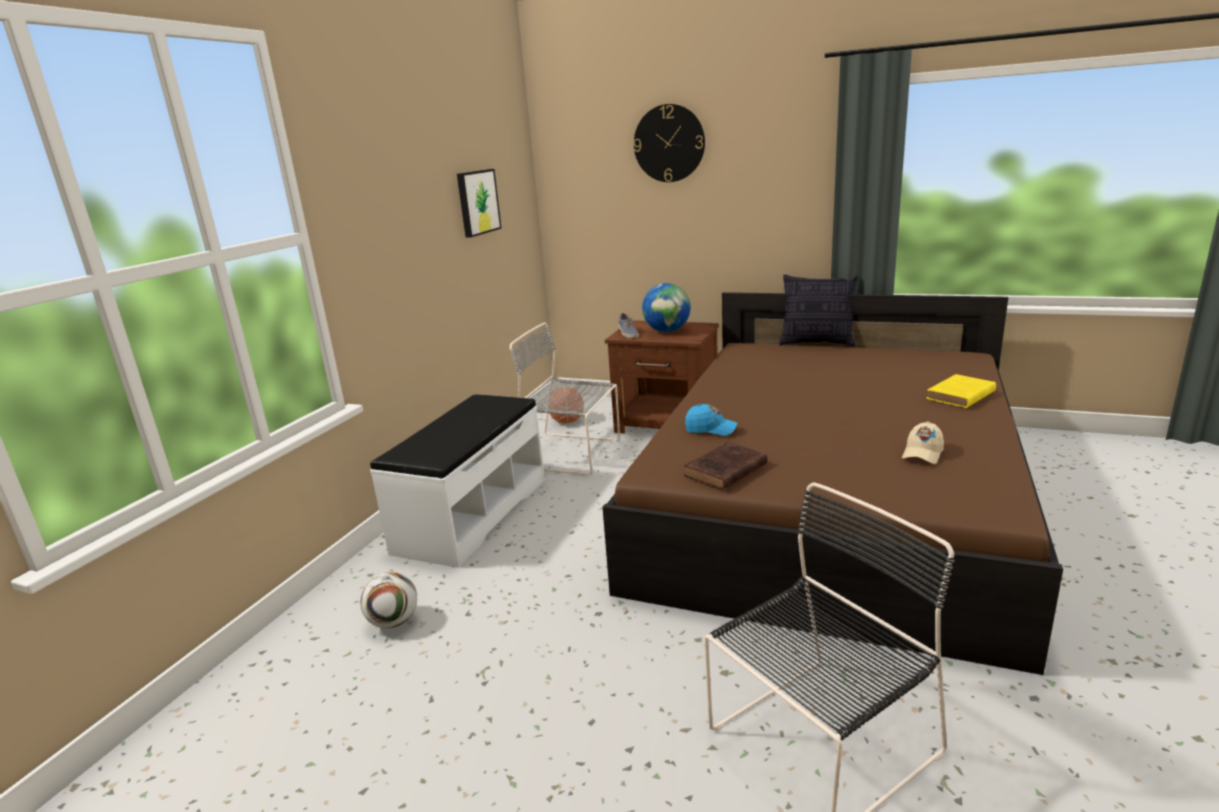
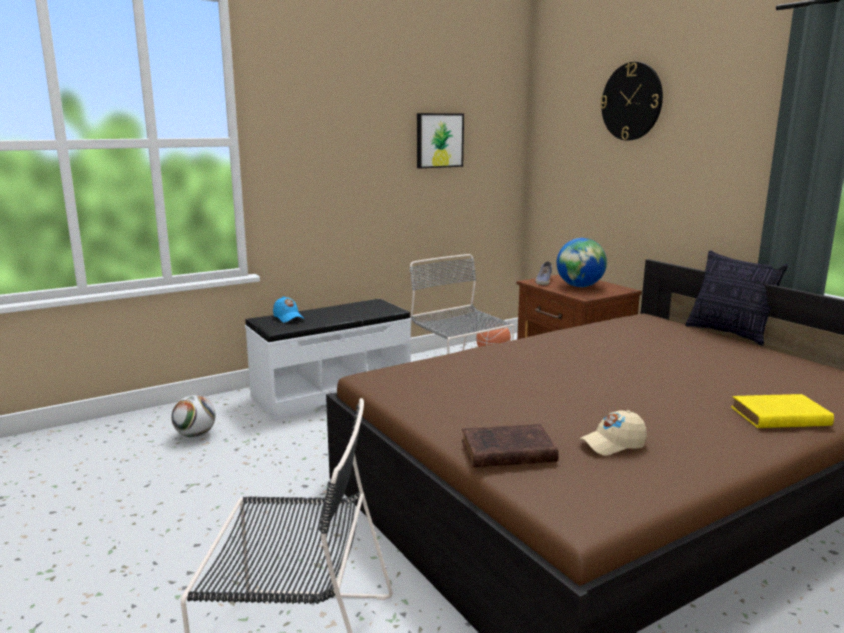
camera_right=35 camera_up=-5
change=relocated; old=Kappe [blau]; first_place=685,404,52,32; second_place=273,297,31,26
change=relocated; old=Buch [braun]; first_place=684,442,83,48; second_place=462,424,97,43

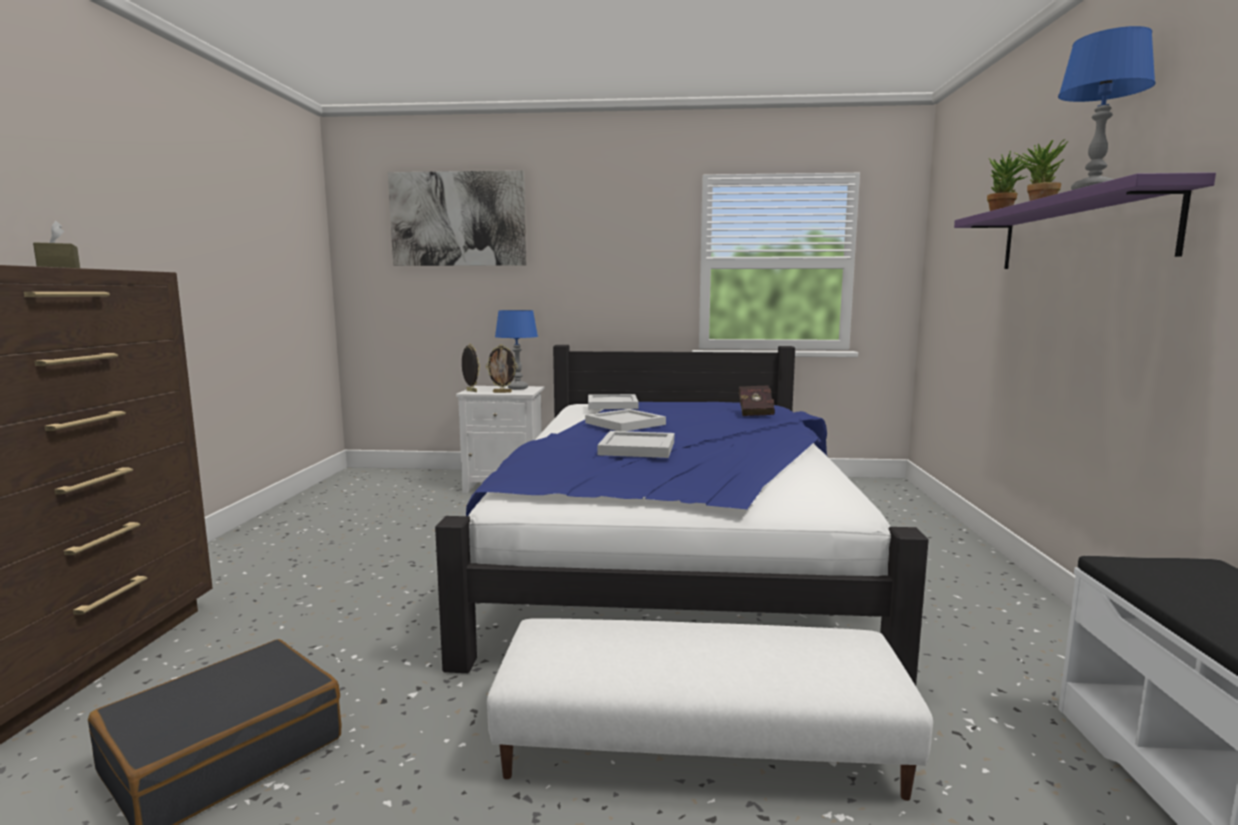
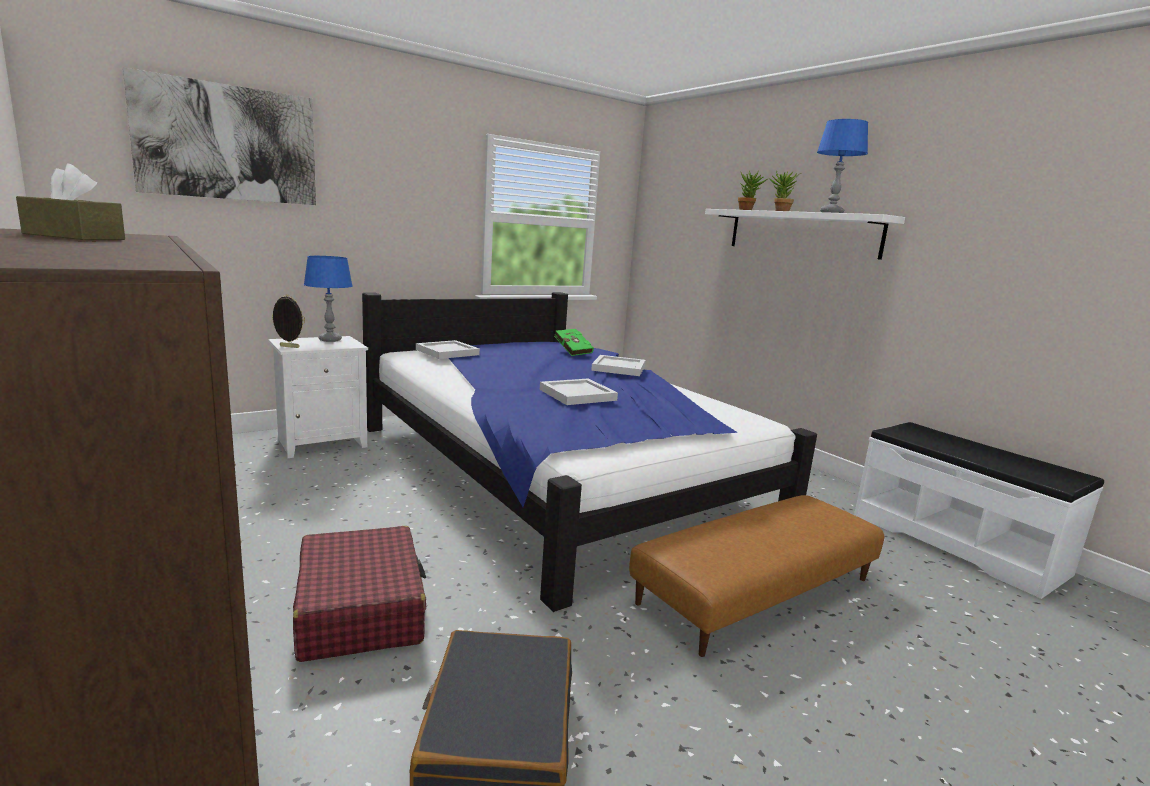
camera_right=-40 camera_up=5
change=appeared; new=Koffer [rot]; second_place=293,526,133,136
change=colour; old=Buch [rot]; new=Buch [grün]; first_place=739,385,36,31; second_place=554,329,40,27
change=relocated; old=Tablett [weiß]; first_place=585,409,81,22; second_place=591,355,55,21
change=colour; old=Polsterhocker [weiß]; new=Polsterhocker [braun]; first_place=487,618,446,183; second_place=629,495,255,162
change=colour; old=Wandregal [lila]; new=Wandregal [weiß]; first_place=954,172,262,97; second_place=705,209,200,51
change=missing; old=Bilderrahmen; first_place=486,344,32,49

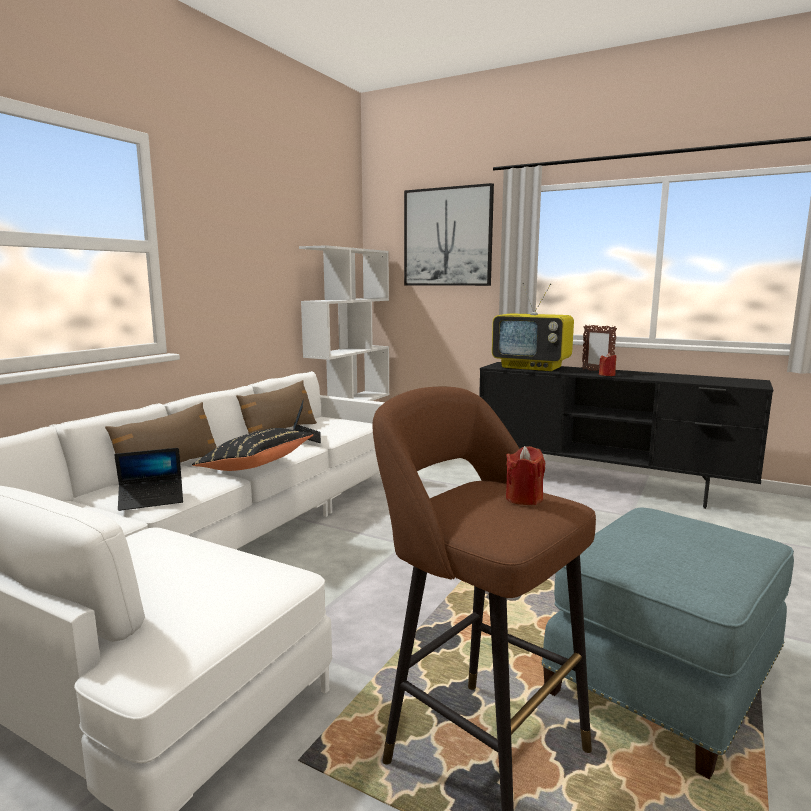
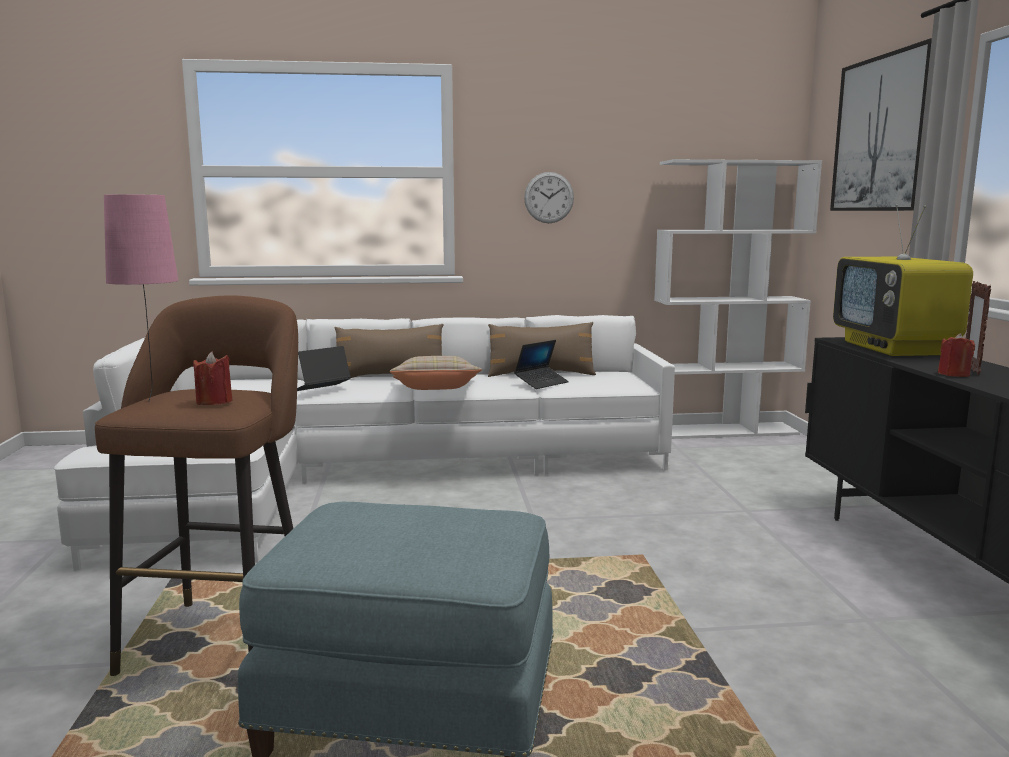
camera_right=55 camera_up=0
change=appeared; new=Tischlampe [rosa]; second_place=104,194,74,208
change=spun; old=Laptop; first_place=114,448,69,63; second_place=297,346,54,45; degrees=105
change=colour; old=Kissen [schwarz]; new=Kissen [beige]; first_place=192,428,122,43; second_place=390,356,92,34
change=appeared; new=Wanduhr; second_place=524,172,50,51

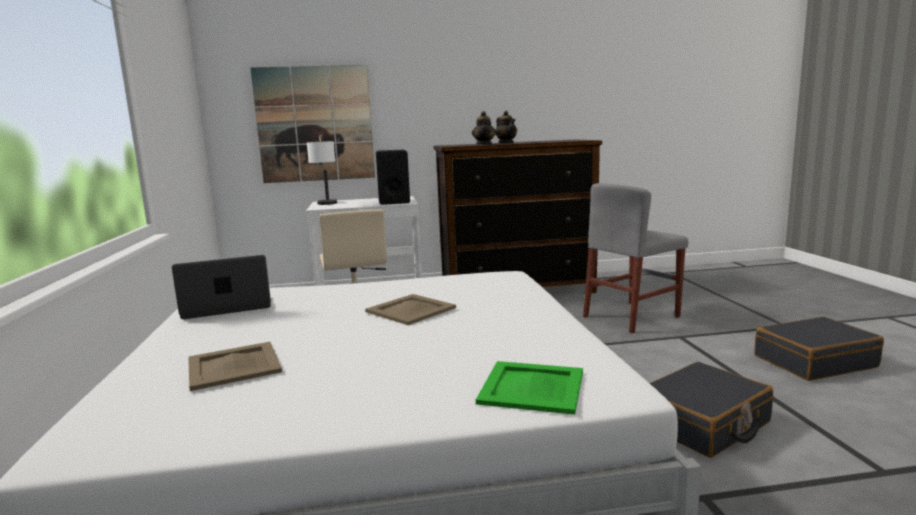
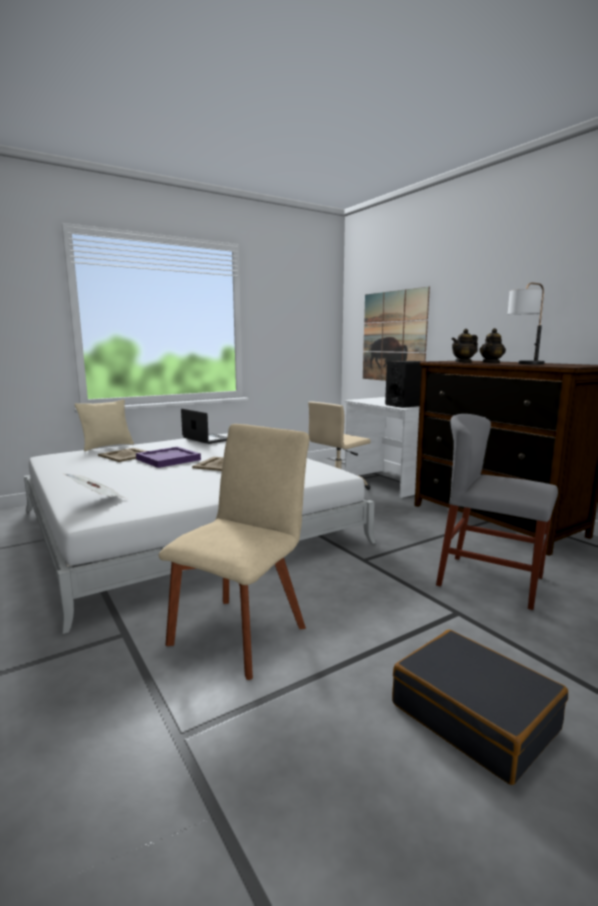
camera_right=65 camera_up=0
change=exchanged; old=Tablett [grün]; new=Zeitung; first_place=476,361,107,54; second_place=64,474,64,25
change=appeared; new=Kissen [beige]; second_place=75,399,59,52
change=appeared; new=Tablett [lila]; second_place=136,447,65,21
change=exchanged; old=Koffer [schwarz]; new=Stuhl [beige]; first_place=650,362,123,96; second_place=158,424,152,256
change=relocated; old=Tischlampe; first_place=307,134,30,71; second_place=508,283,37,81

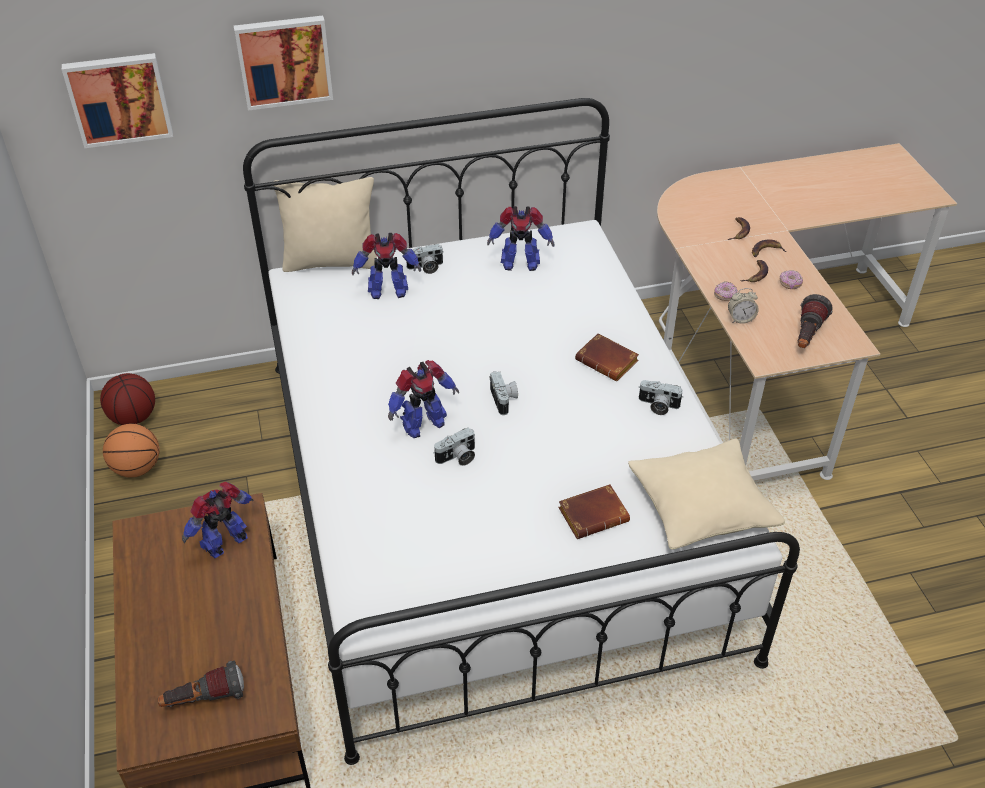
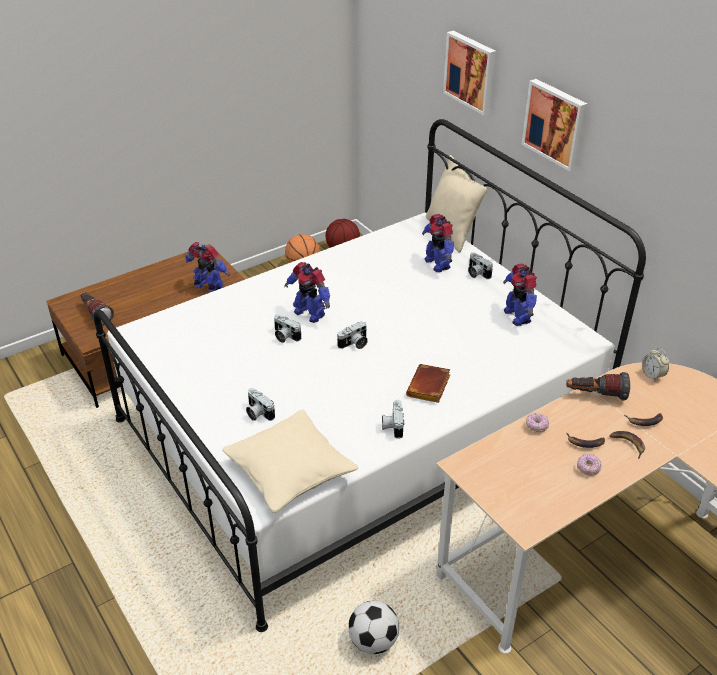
camera_right=70 camera_up=-5
change=exchanged; old=Buch [braun]; new=Kamera; first_place=558,484,72,55; second_place=246,388,29,33
change=appeared; new=Fußball; second_place=348,600,51,54
change=relocated; old=Bild; first_place=62,53,111,95; second_place=522,79,65,93
change=relocated; old=Taschenlampe; first_place=797,294,35,54; second_place=566,372,65,29
change=relocated; old=Wecker; first_place=728,288,31,36; second_place=642,348,27,33

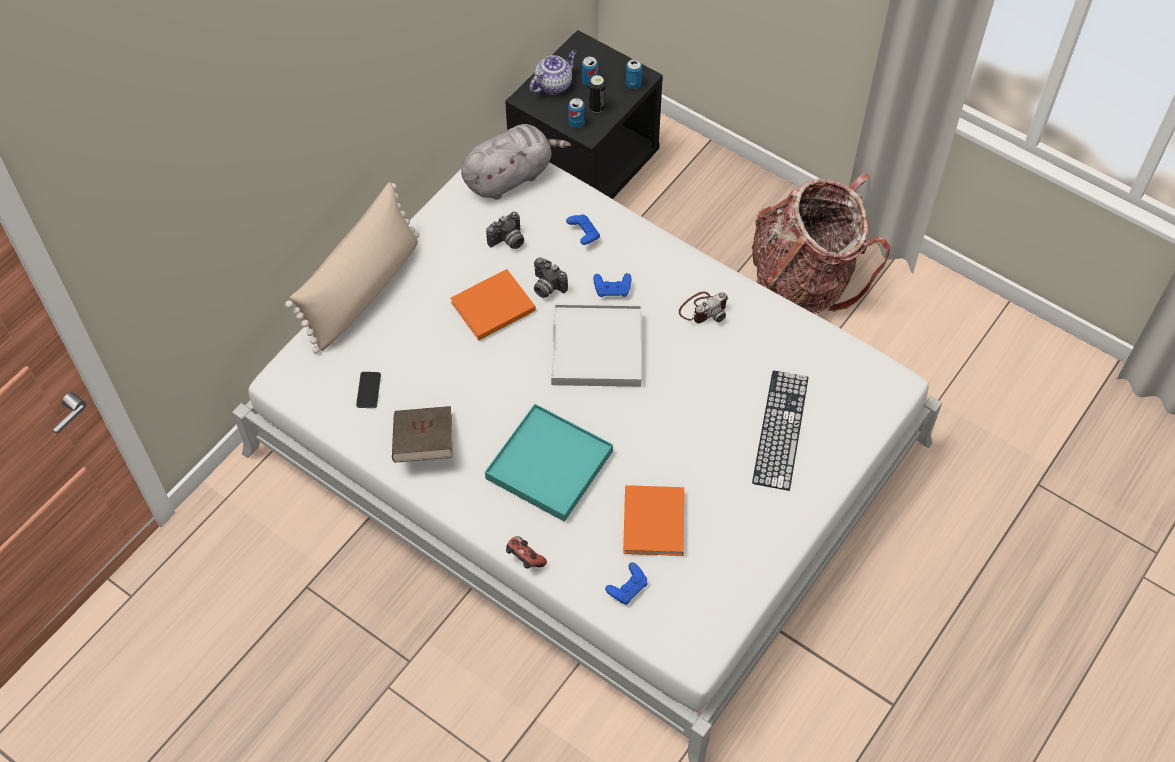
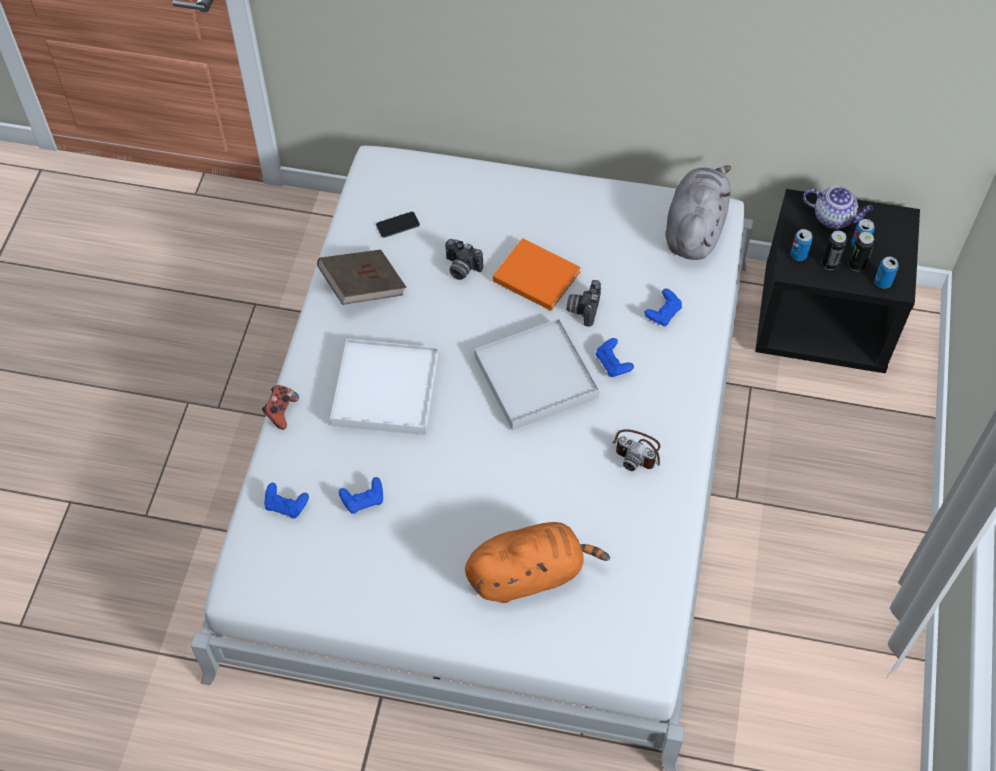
camera_right=65 camera_up=0
change=colour; old=Tablett [türkis]; new=Tablett [weiß]; first_place=485,404,128,118; second_place=330,339,110,96
change=exchanged; old=Buch [orange]; new=Gamepad [blau]; first_place=623,485,61,71; second_place=339,477,44,37
change=relocated; old=Kamera; first_place=486,212,38,37; second_place=445,239,38,41
change=exchanged; old=Tastatur; new=Plüschtier [orange]; first_place=752,371,57,120; second_place=465,522,145,81
change=spun; old=Plüschtier [grau]; first_place=461,124,110,76; second_place=665,166,67,94; degrees=-105
change=appeared; new=Dose; second_place=848,232,27,39
change=missing; old=Kissen [beige]; first_place=285,182,134,172
change=missing; old=Rucksack; first_place=752,173,139,141

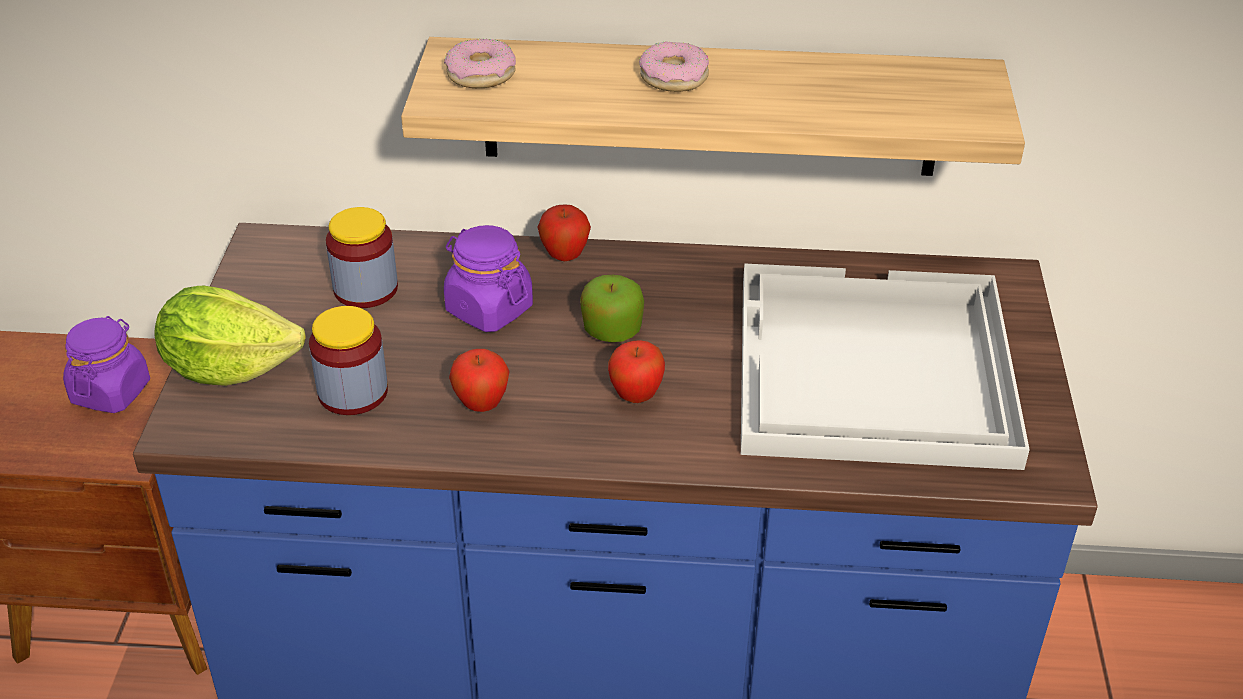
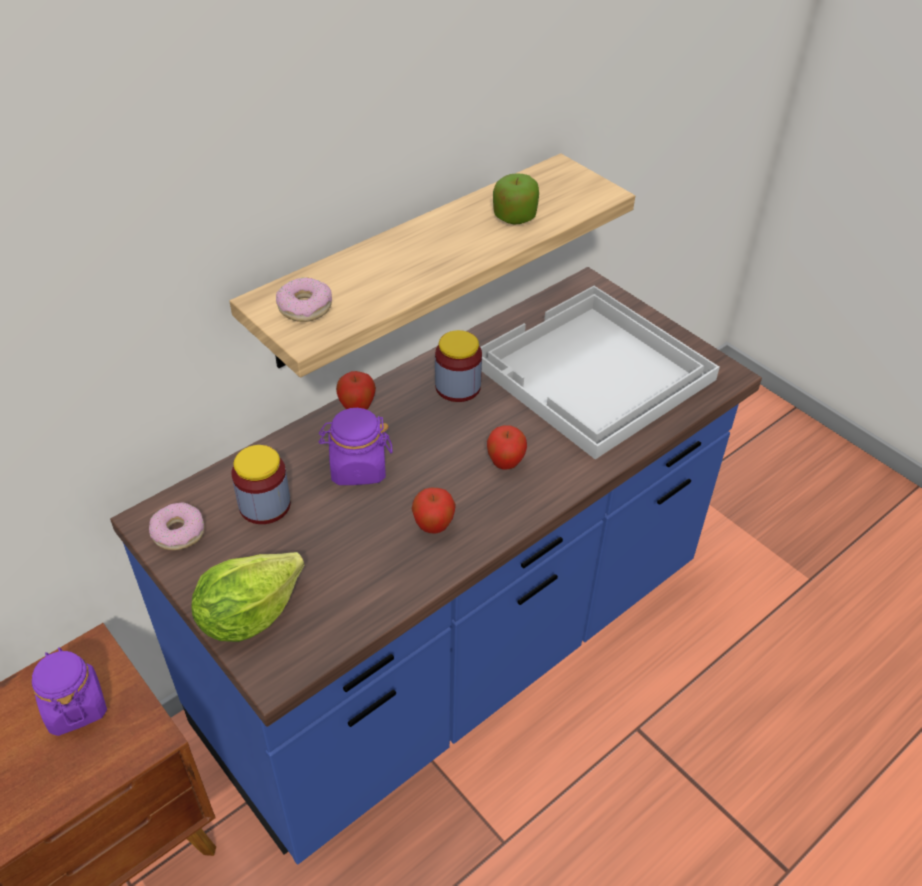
camera_right=-45 camera_up=5
change=relocated; old=Donut; first_place=639,42,70,50; second_place=149,502,56,48
change=relocated; old=Vorratsglas; first_place=309,306,79,109; second_place=435,330,47,72
change=relocated; old=Apfel; first_place=580,275,64,67; second_place=493,173,46,51

